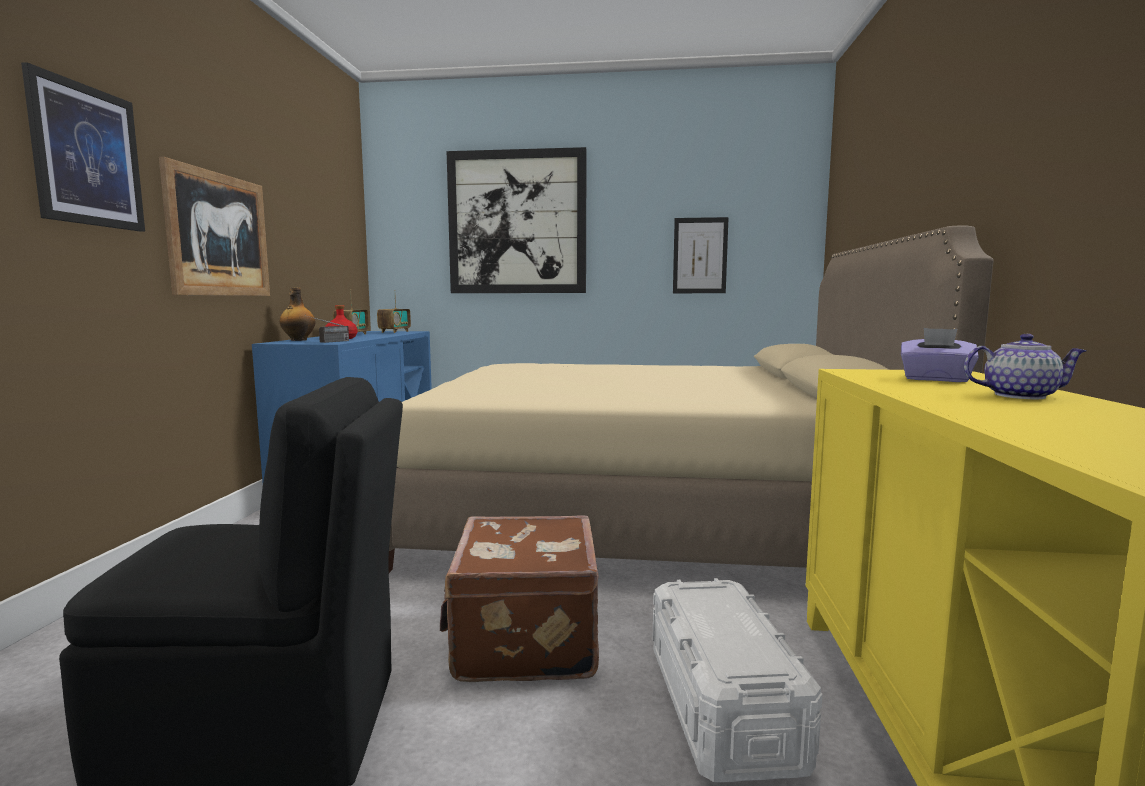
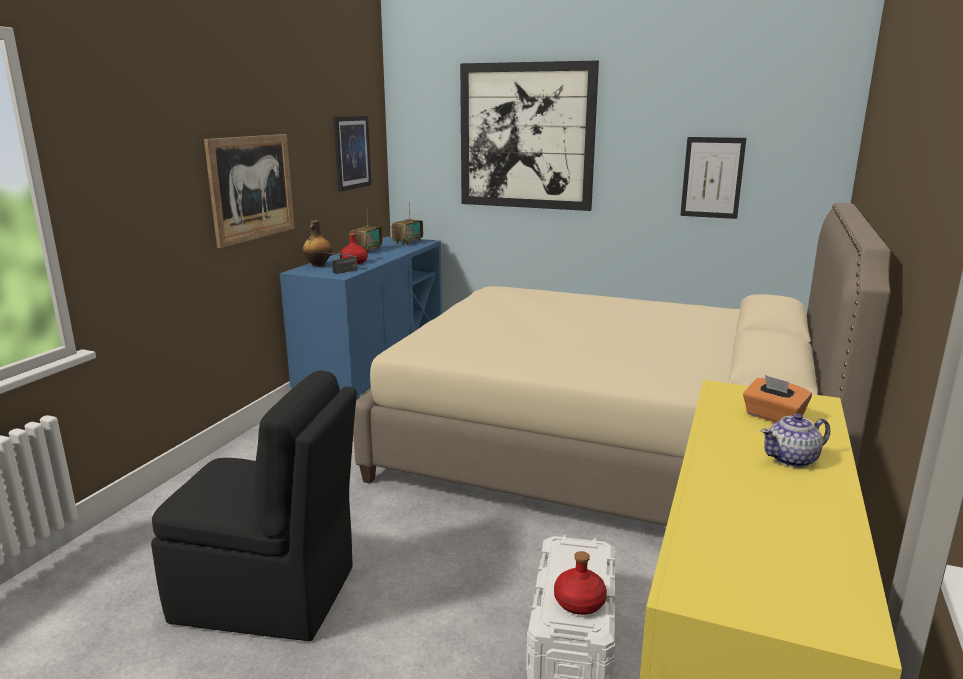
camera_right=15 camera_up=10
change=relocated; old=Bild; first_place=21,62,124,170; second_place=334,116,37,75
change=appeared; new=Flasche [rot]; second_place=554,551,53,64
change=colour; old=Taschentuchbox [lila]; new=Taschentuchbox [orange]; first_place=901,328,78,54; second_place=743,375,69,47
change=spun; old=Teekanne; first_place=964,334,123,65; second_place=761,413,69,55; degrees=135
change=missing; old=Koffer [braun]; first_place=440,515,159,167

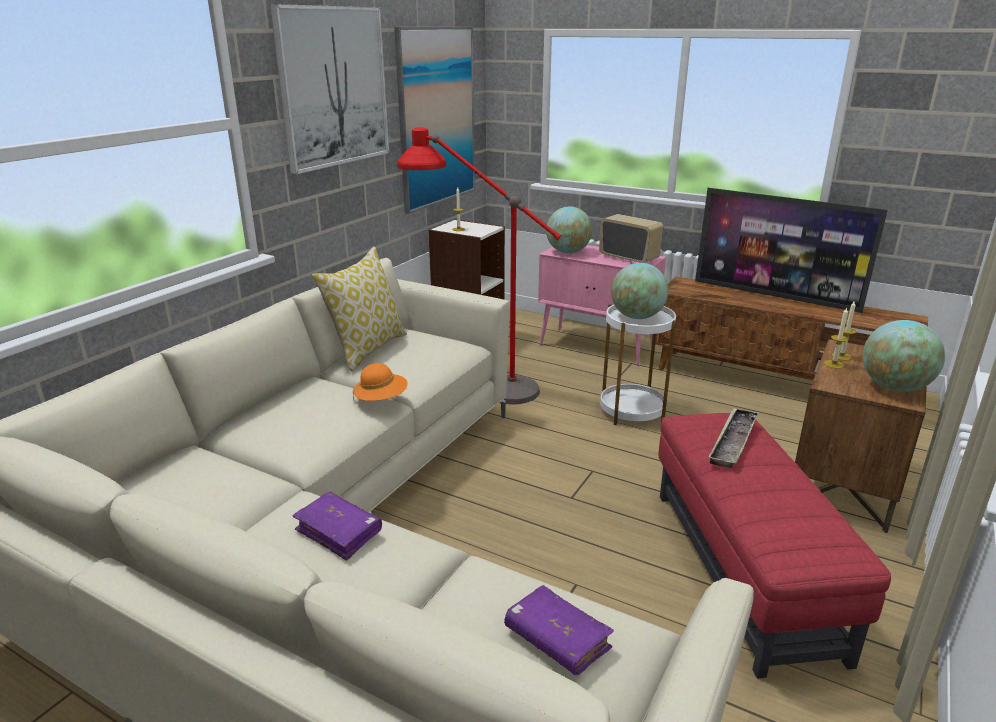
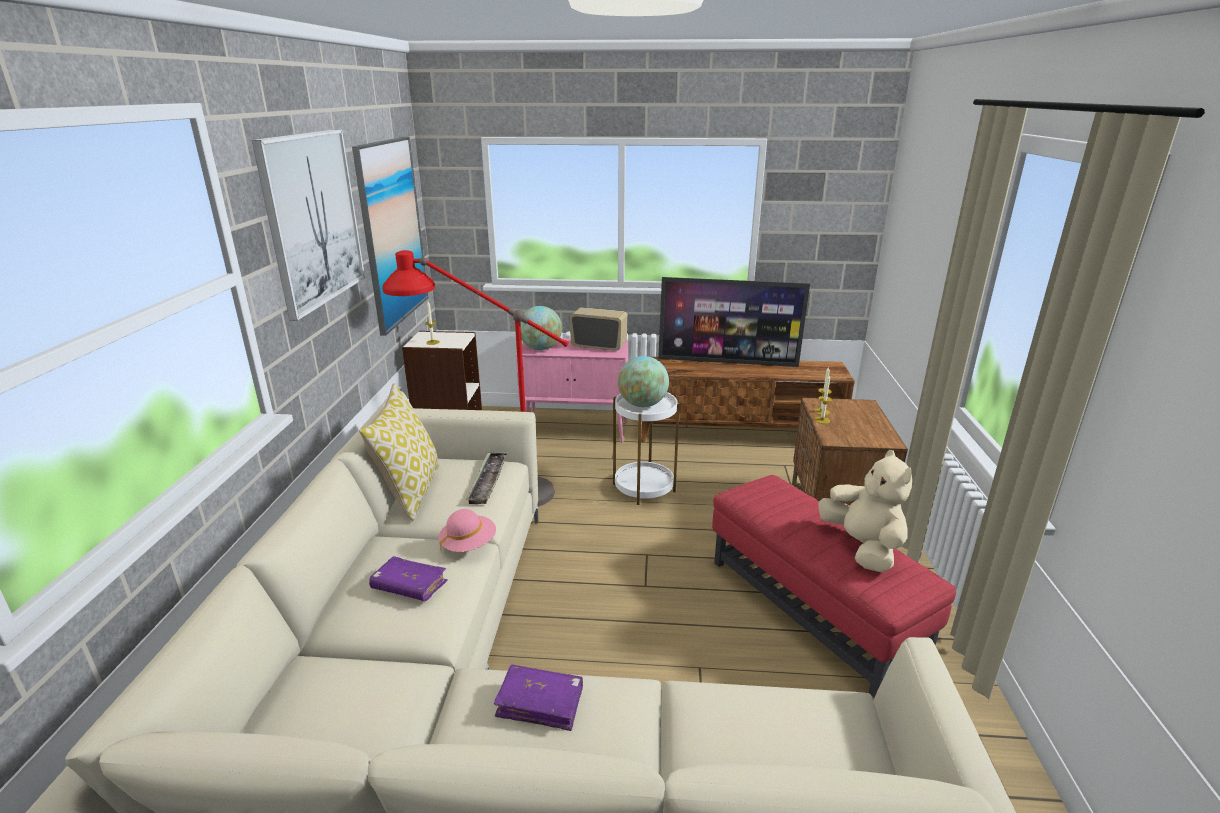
camera_right=-25 camera_up=0
change=relocated; old=Buch [lila]; first_place=504,585,110,90; second_place=369,556,79,45
change=colour; old=Hut [orange]; new=Hut [rosa]; first_place=353,363,55,38; second_place=439,509,57,44
change=relocated; old=Tablett; first_place=708,407,51,61; second_place=466,452,42,52
change=appeared; new=Plüschtier [beige]; second_place=818,450,94,122
change=missing; old=Globus; first_place=863,320,82,72

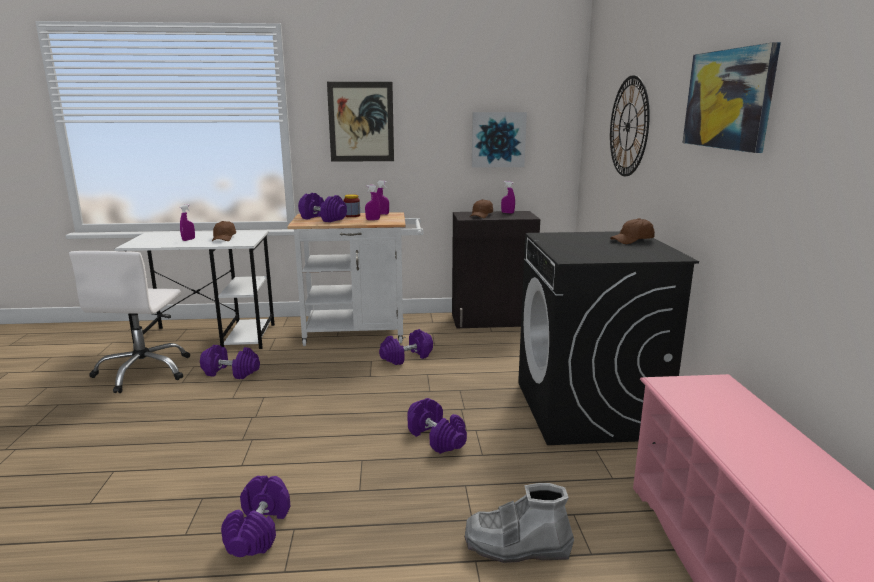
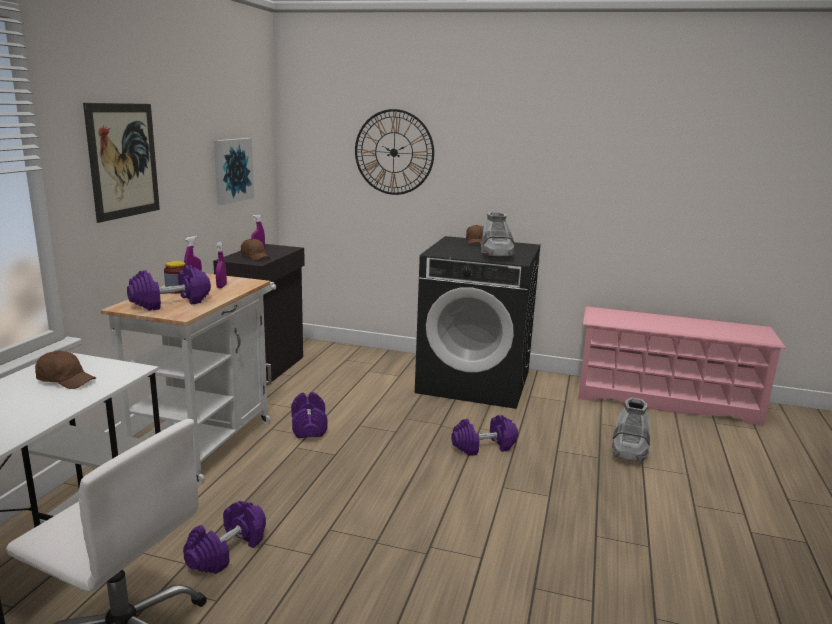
camera_right=-70 camera_up=0
change=appeared; new=Stiefel [grau]; second_place=480,212,35,46
change=missing; old=Sprühflasche [lila]; first_place=180,204,15,37
change=missing; old=Hantel [lila]; first_place=221,476,69,81
change=missing; old=Bild; first_place=683,42,98,111

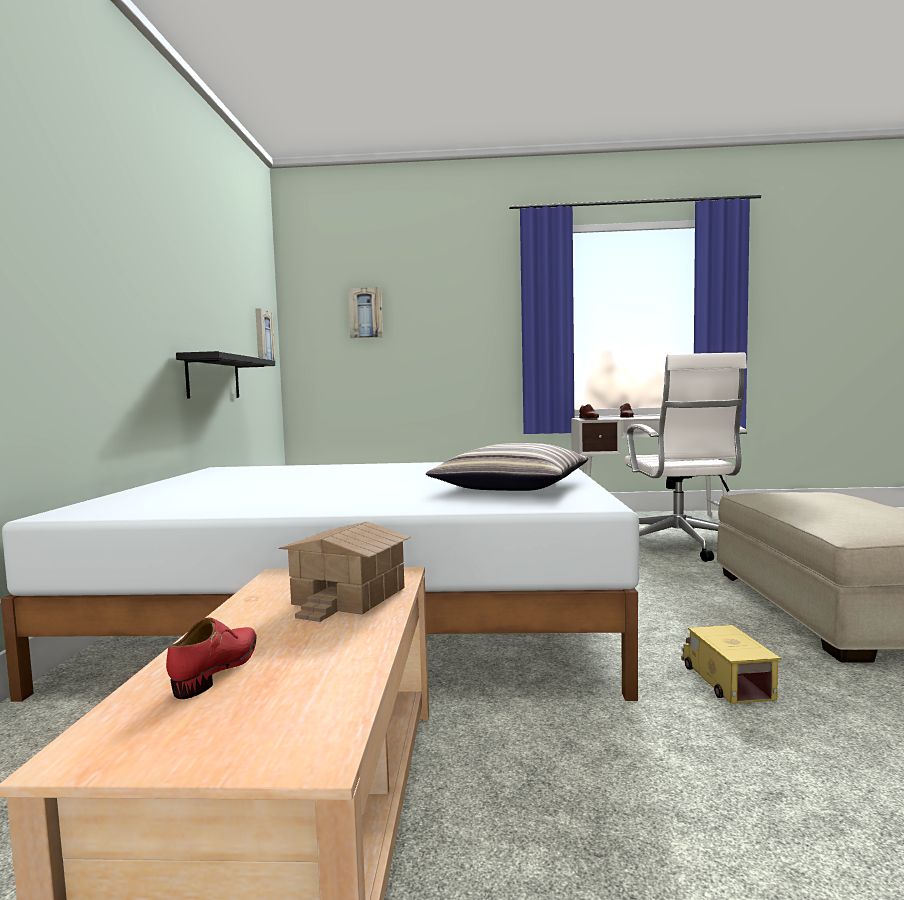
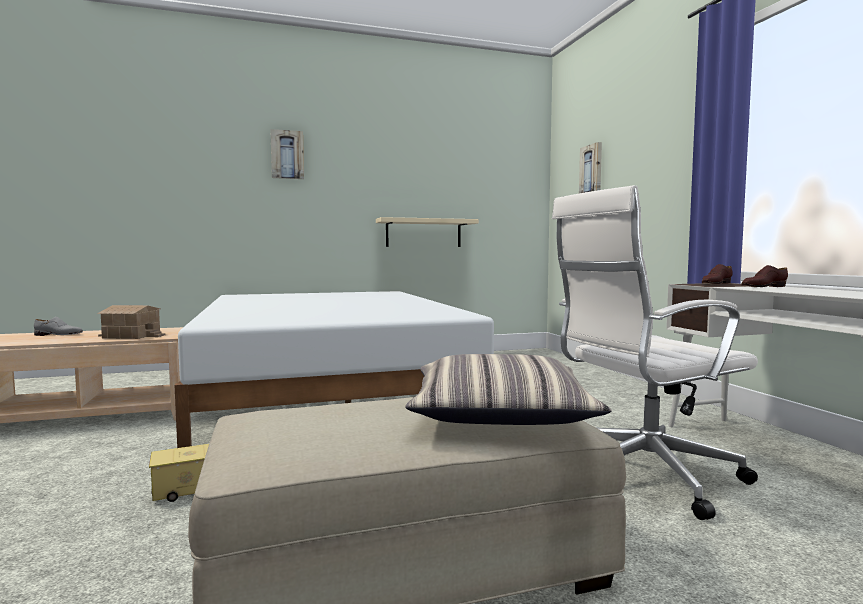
camera_right=70 camera_up=0
change=colour; old=Schuh [rot]; new=Schuh [grau]; first_place=166,618,91,81; second_place=34,317,49,19
change=relocated; old=Bild; first_place=255,308,21,56; second_place=270,129,34,50
change=colour; old=Wandregal [schwarz]; new=Wandregal [beige]; first_place=176,351,99,47; second_place=376,217,103,30
change=relocated; old=Kissen; first_place=426,443,162,48; second_place=405,354,206,71

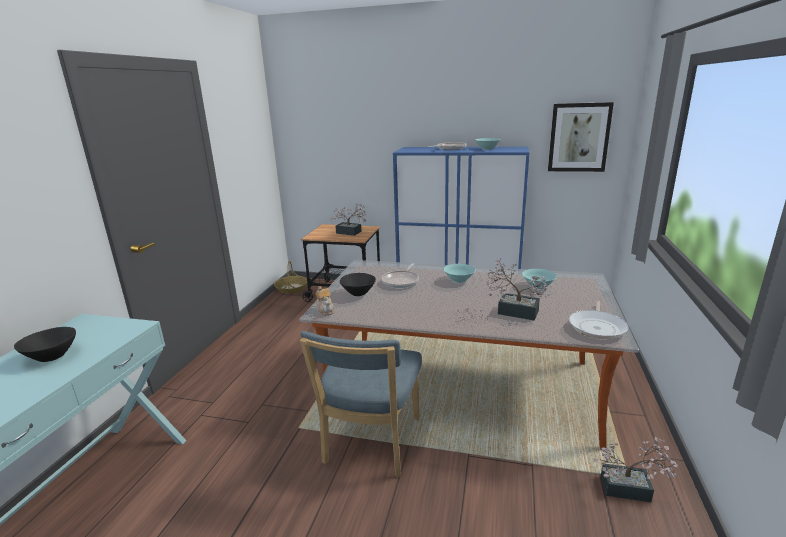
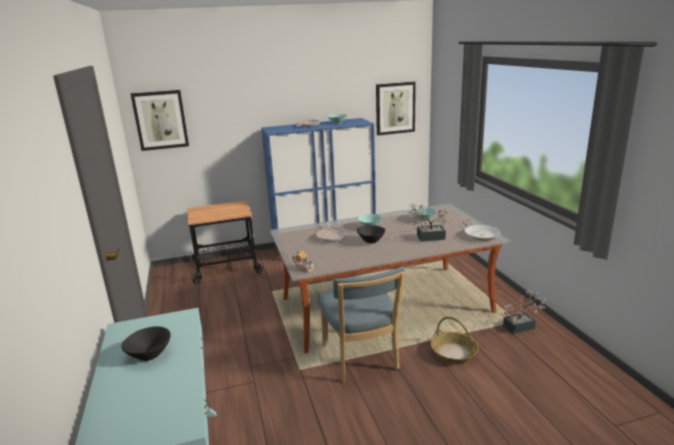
camera_right=-30 camera_up=0
change=appeared; new=Bild; second_place=131,90,58,61
change=relocated; old=Schüssel [schwarz]; first_place=340,273,36,23; second_place=357,225,28,18
change=relocated; old=Korb; first_place=274,261,33,33; second_place=431,317,48,47
change=missing; old=Topfpflanze; first_place=331,204,36,32

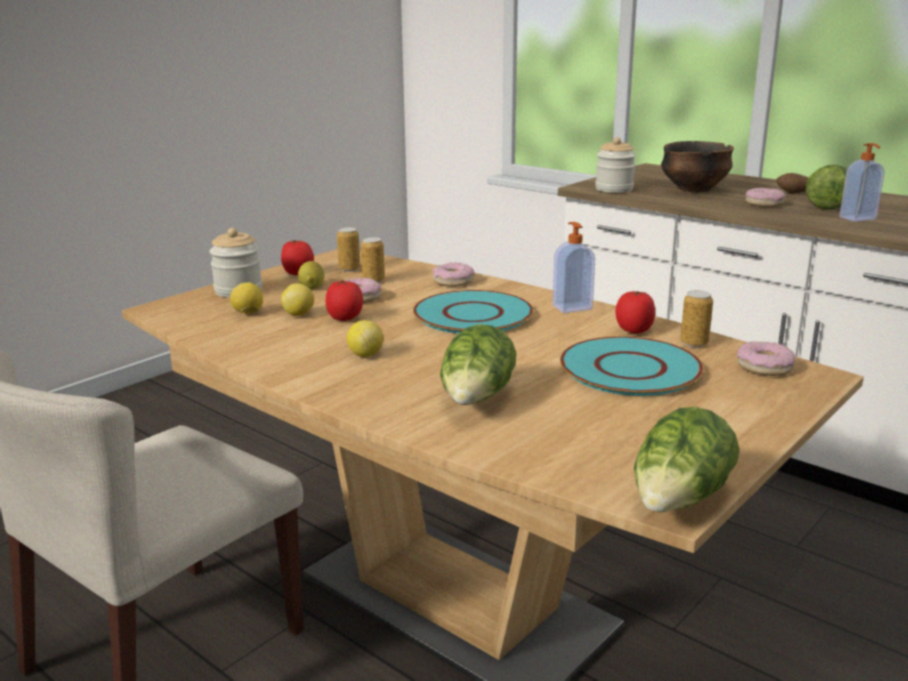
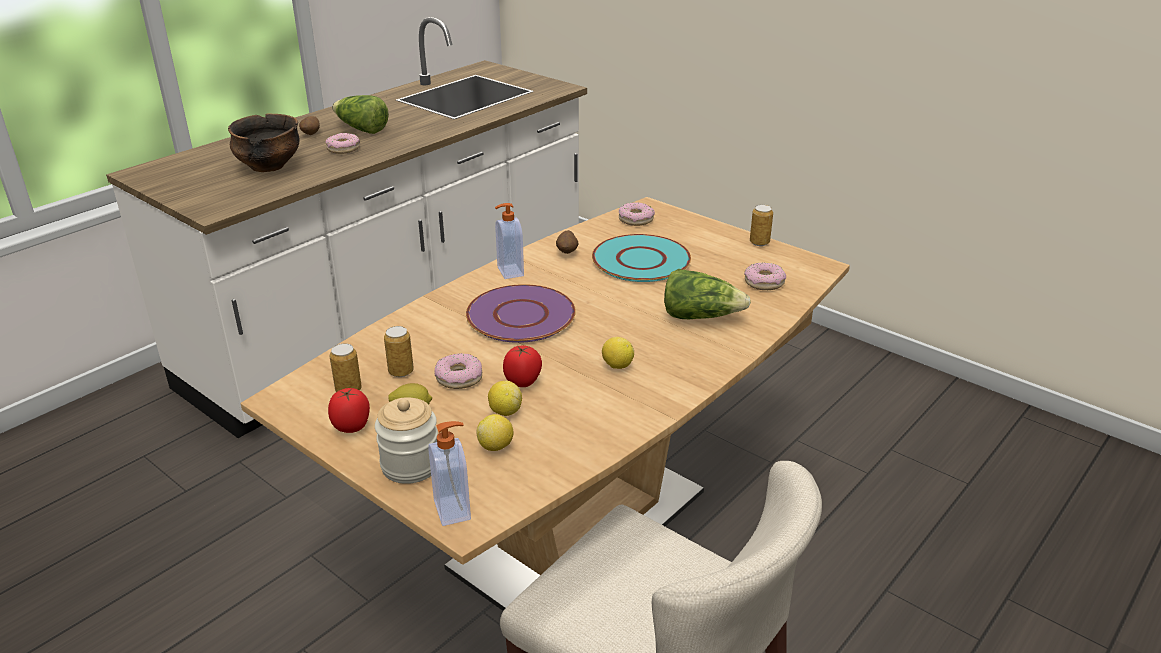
camera_right=-90 camera_up=10
change=relocated; old=Seifenspender; first_place=839,143,46,79; second_place=428,421,43,105
change=colour; old=Teller [türkis]; new=Teller [lila]; first_place=413,290,120,44; second_place=466,284,110,59
change=exchanged; old=Tomate; new=Kartoffel; first_place=616,291,39,42; second_place=556,230,23,24
change=relocated; old=Donut; first_place=433,262,42,25; second_place=744,263,42,27
change=relocated; old=Dose; first_place=680,290,33,57; second_place=750,205,23,41
change=missing; old=Vorratsglas; first_place=595,137,41,56
change=missing; old=Salatkopf; first_place=634,407,106,105

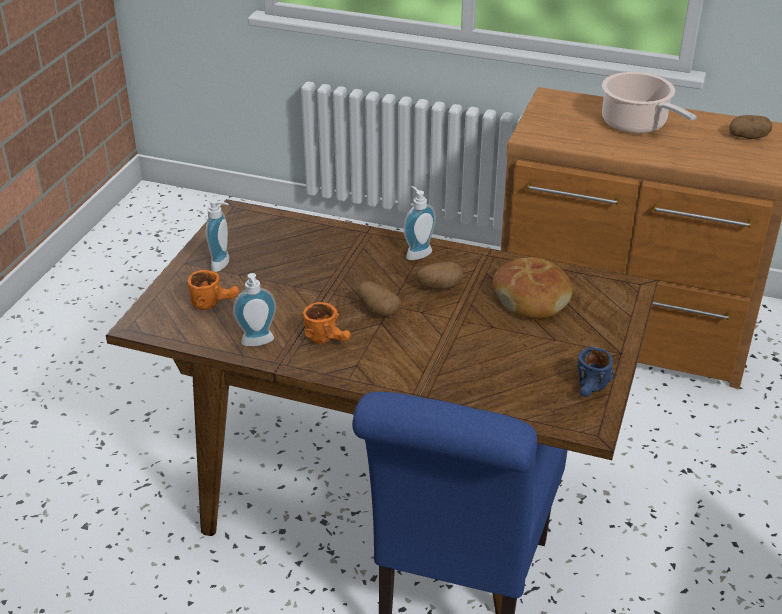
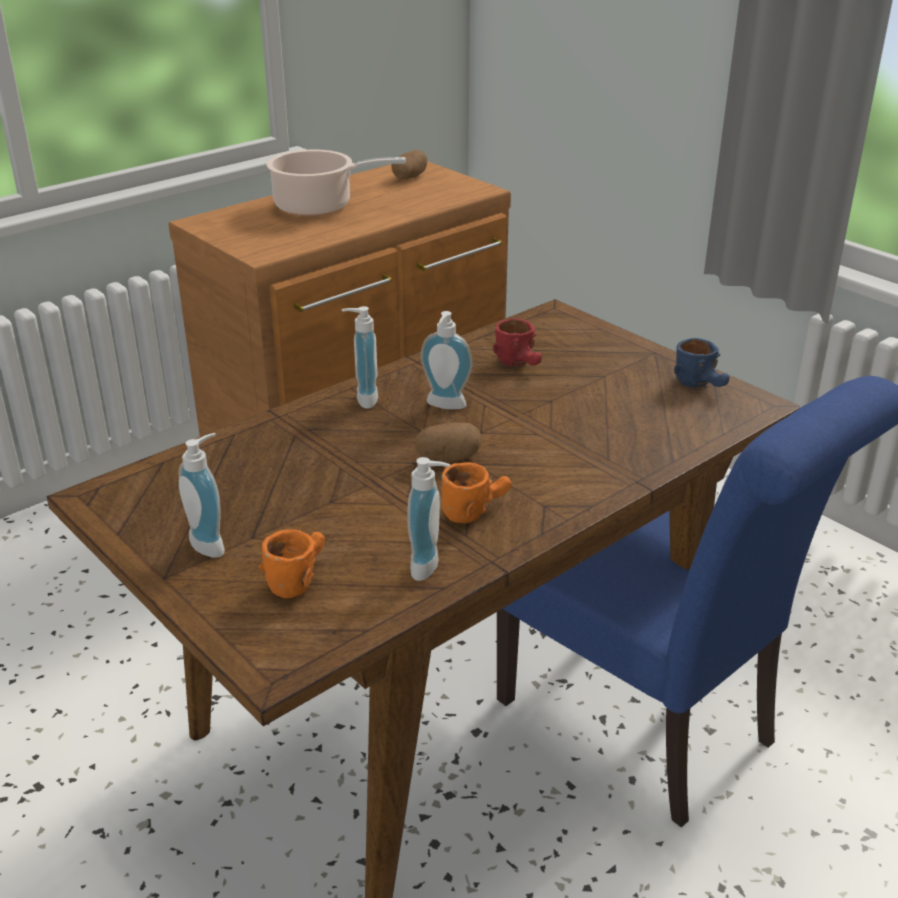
camera_right=-60 camera_up=-5
change=exchanged; old=Kartoffel; new=Seifenspender; first_place=417,262,46,28; second_place=420,311,53,98
change=exchanged; old=Brot; new=Henkelbecher [rot]; first_place=493,257,79,62; second_place=493,318,49,48

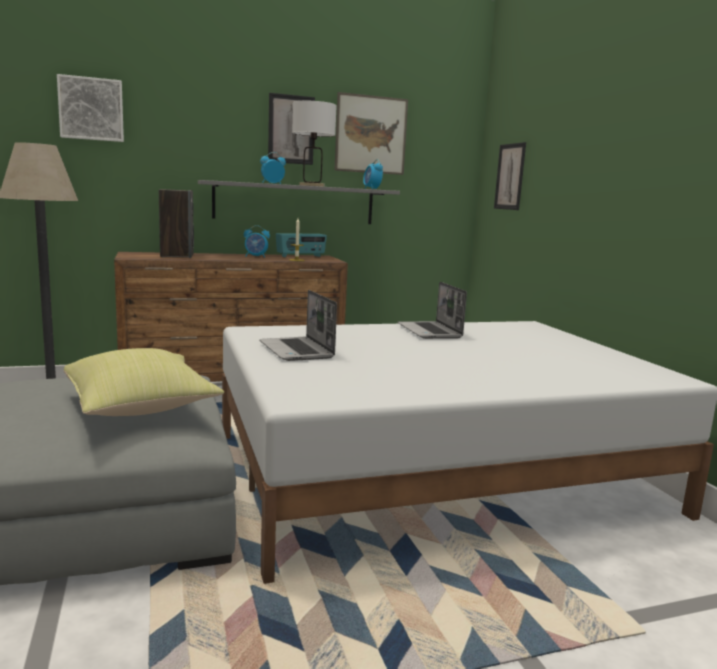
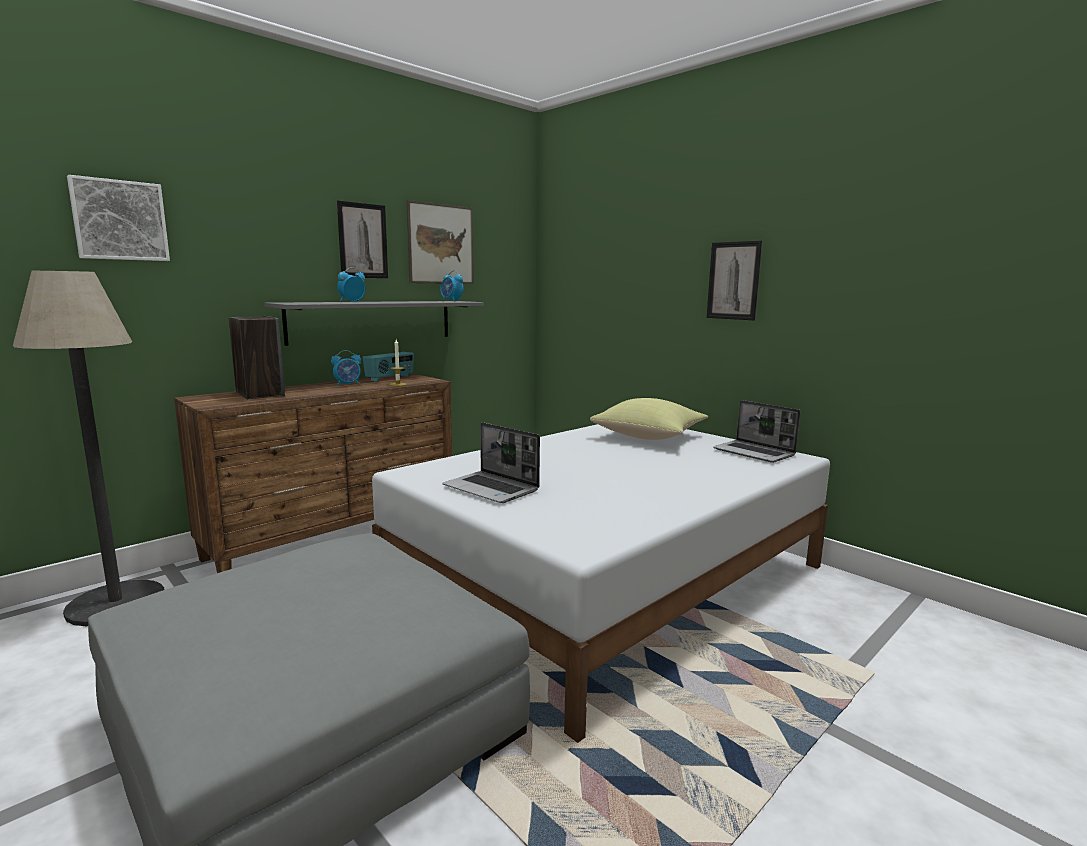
camera_right=-25 camera_up=0
change=relocated; old=Kissen [gelb]; first_place=64,348,160,68; second_place=590,398,118,42
change=relocated; old=Bild; first_place=494,142,32,68; second_place=707,241,55,79
change=relocated; old=Laptop; first_place=397,282,70,57; second_place=713,400,88,63
change=missing; old=Tischlampe [weiß]; first_place=292,101,45,86

